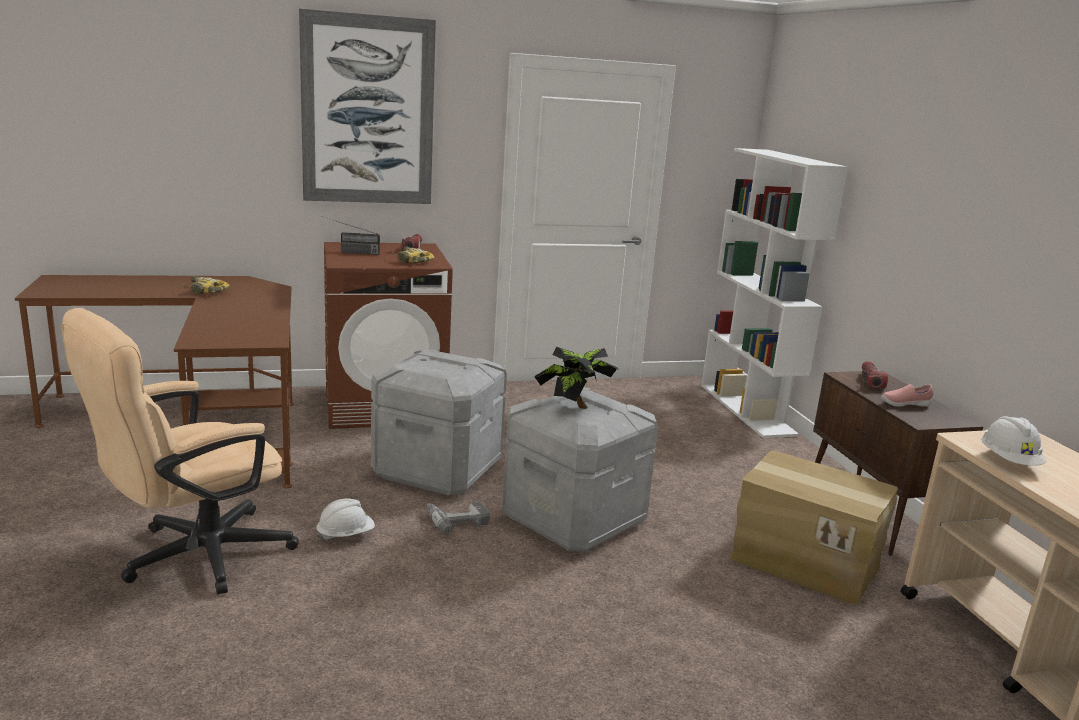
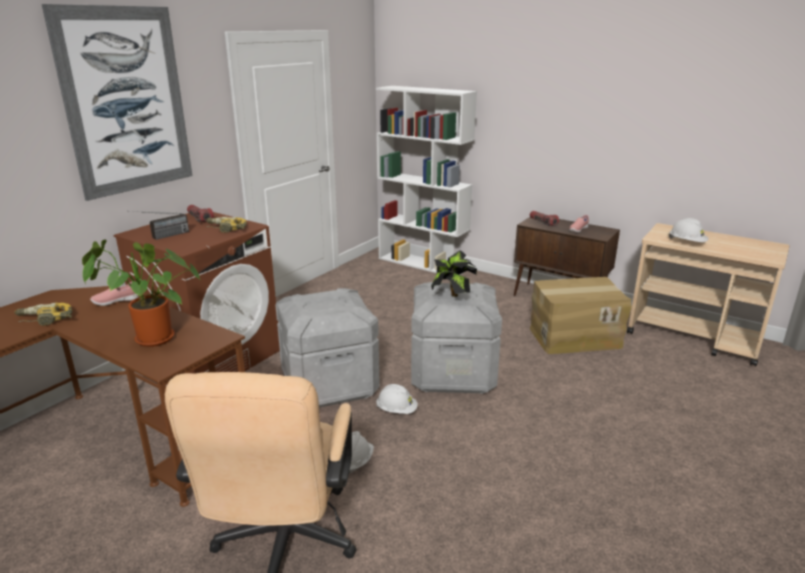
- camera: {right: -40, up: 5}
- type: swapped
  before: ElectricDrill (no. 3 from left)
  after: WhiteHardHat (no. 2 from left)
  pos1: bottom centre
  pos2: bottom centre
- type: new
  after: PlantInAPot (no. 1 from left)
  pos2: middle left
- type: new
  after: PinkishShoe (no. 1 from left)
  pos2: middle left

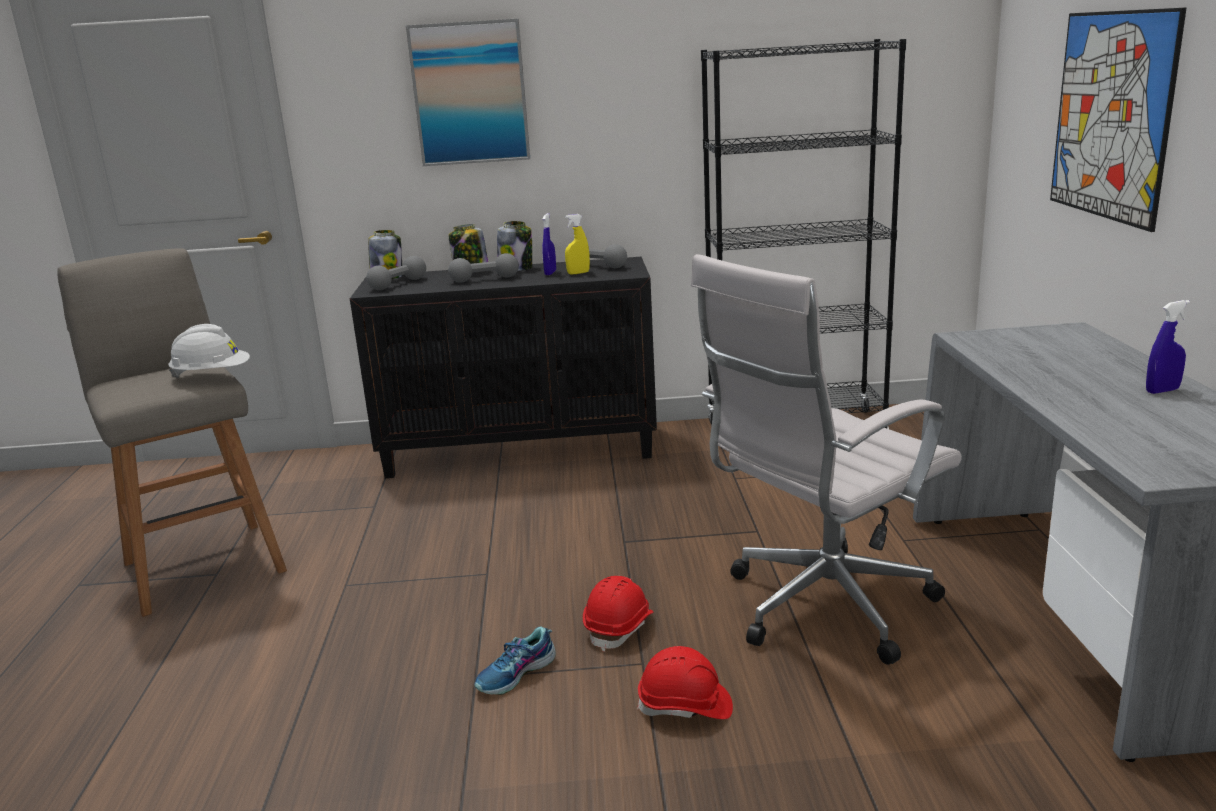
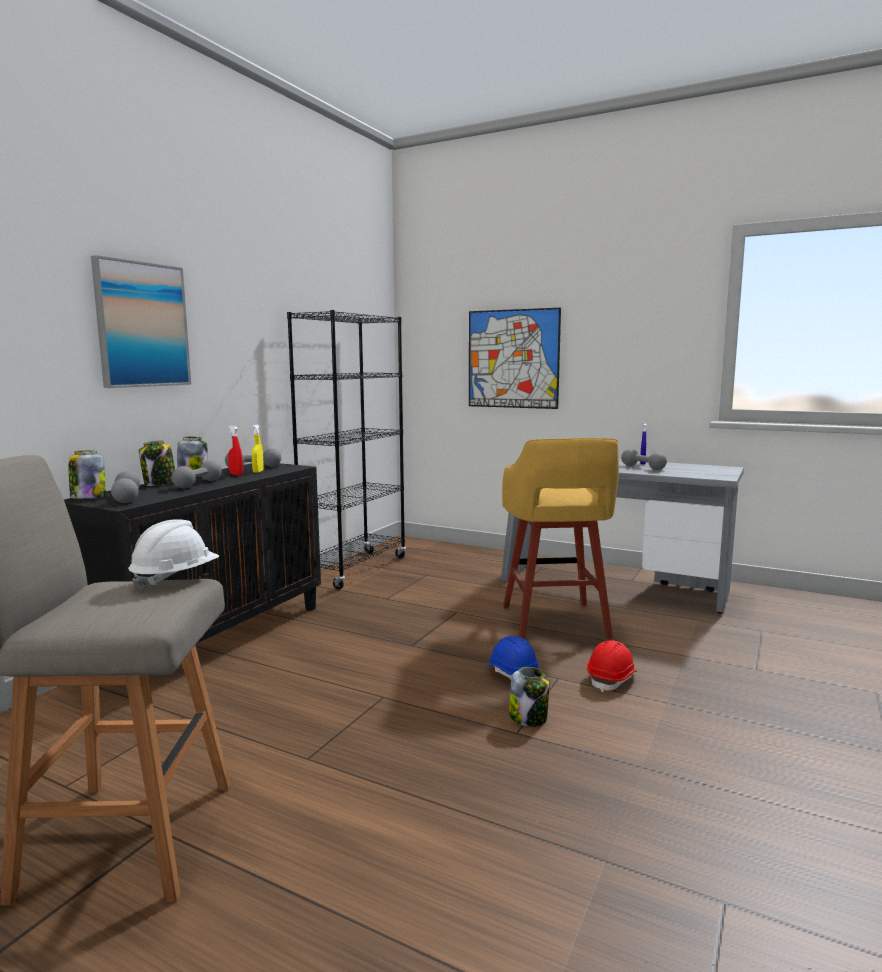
- camera: {right: -60, up: -10}
- type: repainted
  before: BluishSprayBottle (no. 1 from left)
  after: RedSprayBottle
  pos1: top centre
  pos2: middle left
- type: swapped
  before: WhiteOfficeChair
  after: YellowStool
  pos1: middle right
  pos2: centre
- type: repainted
  before: RedHardHat (no. 1 from left)
  after: BluishHardHat
  pos1: bottom centre
  pos2: bottom centre
- type: swapped
  before: Shoe
  after: StorageJar (no. 4 from left)
  pos1: bottom centre
  pos2: bottom centre
- type: new
  after: GrayDumbbell (no. 4 from left)
  pos2: middle right

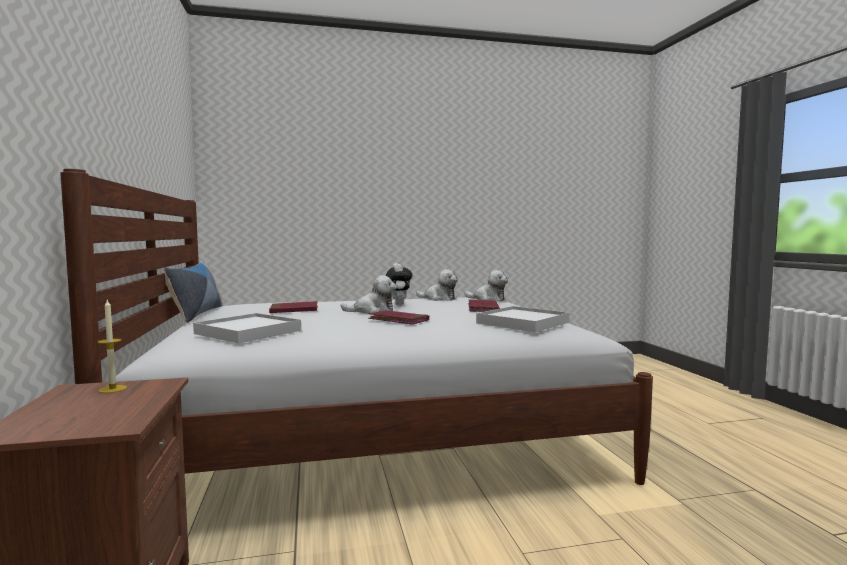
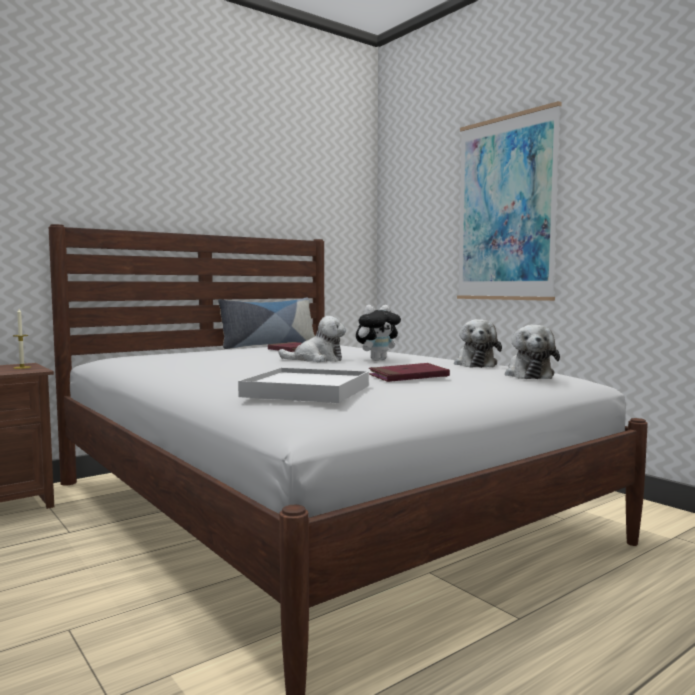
- camera: {right: 65, up: 0}
- type: rotated
  before: PlushToy (no. 1 from left)
  pos1: centre
  pos2: centre
  turn: -60
- type: gone
  before: RedVolume (no. 2 from left)
  pos1: centre
- type: gone
  before: WhiteCarryingTray (no. 1 from left)
  pos1: middle left
- type: new
  after: WallArt
  pos2: top right

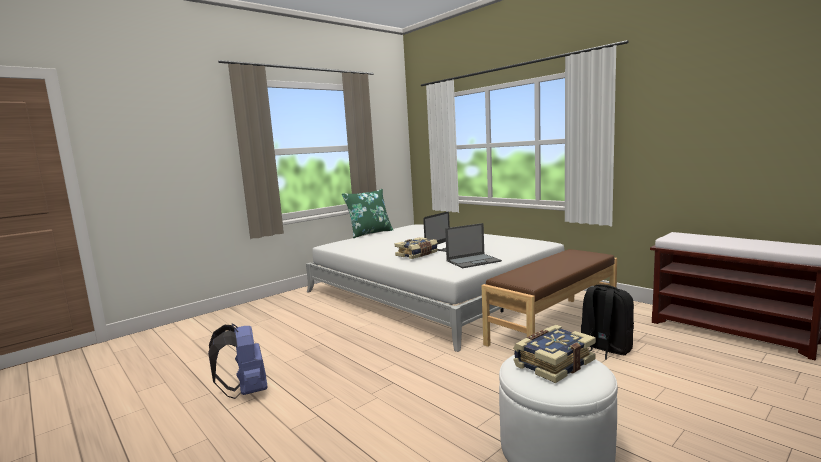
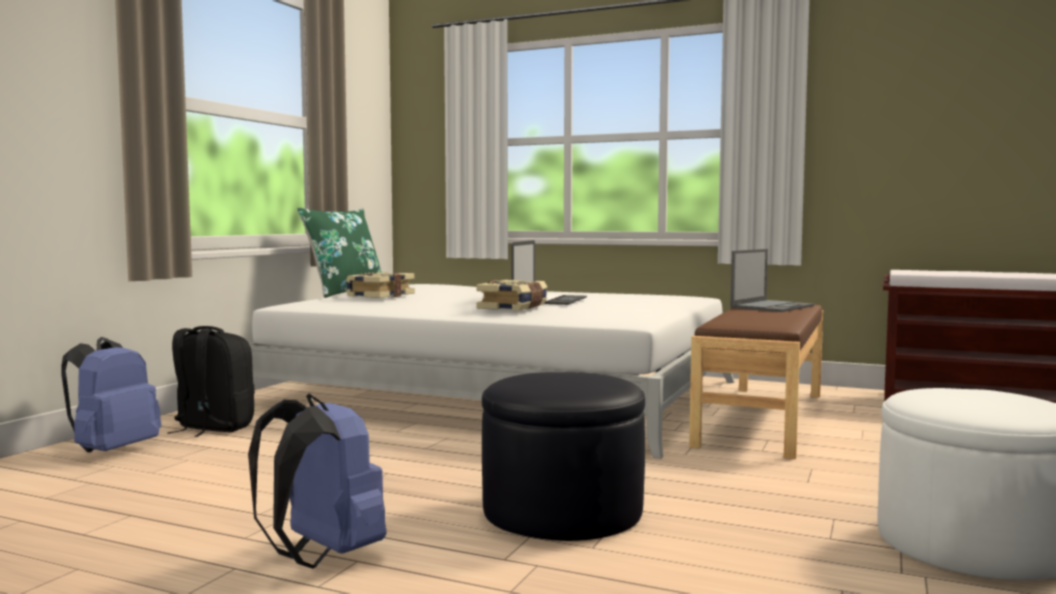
- camera: {right: -25, up: -5}
- type: shifted
  before: PortableComputer (no. 2 from left)
  pos1: centre
  pos2: middle right
- type: shifted
  before: BlackColouredRucksack
  pos1: bottom right
  pos2: middle left
- type: shifted
  before: Volume (no. 2 from left in the first image)
  after: Volume (no. 1 from left)
  pos1: bottom right
  pos2: centre
- type: new
  after: BluishRucksack (no. 1 from left)
  pos2: middle left
- type: new
  after: BlackColouredPouffe
  pos2: bottom centre

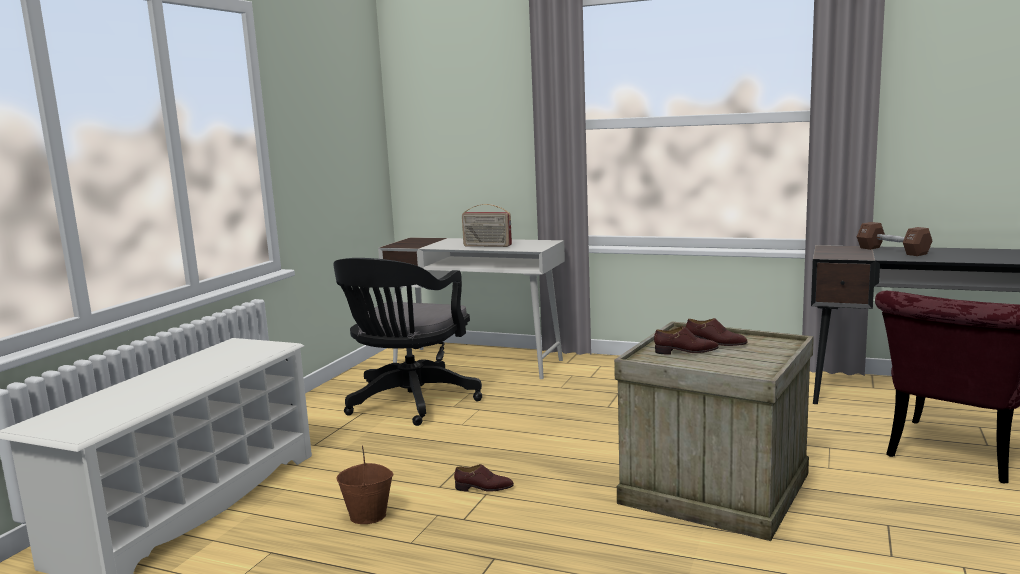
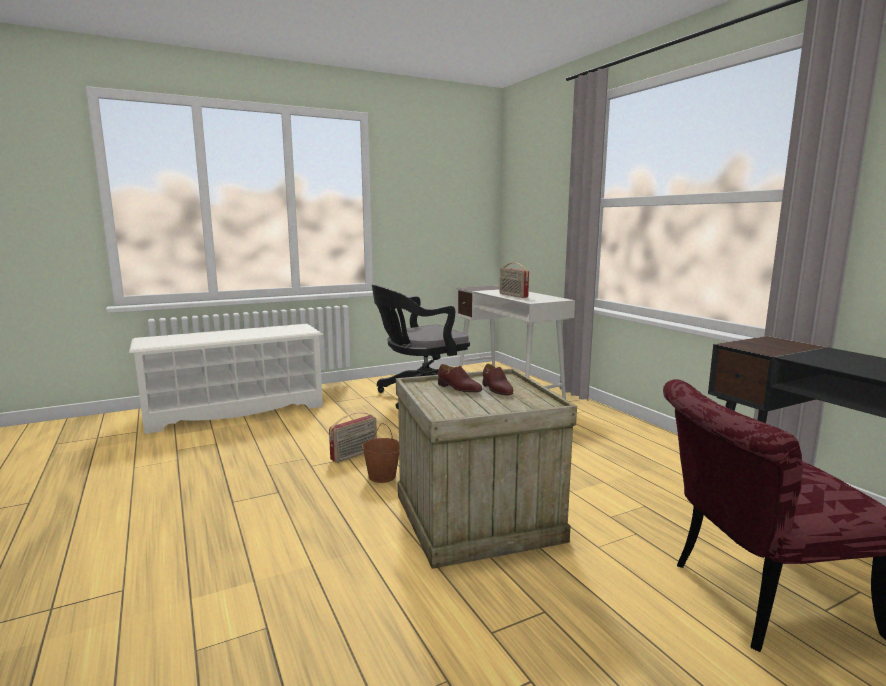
- camera: {right: 40, up: 0}
- type: gone
  before: BrownColouredDumbbell
  pos1: middle right
- type: shifted
  before: BrownColouredBucket
  pos1: bottom centre
  pos2: centre
- type: swapped
  before: BrownColouredShoe (no. 1 from left)
  after: RadioReceiver (no. 1 from left)
  pos1: bottom centre
  pos2: centre

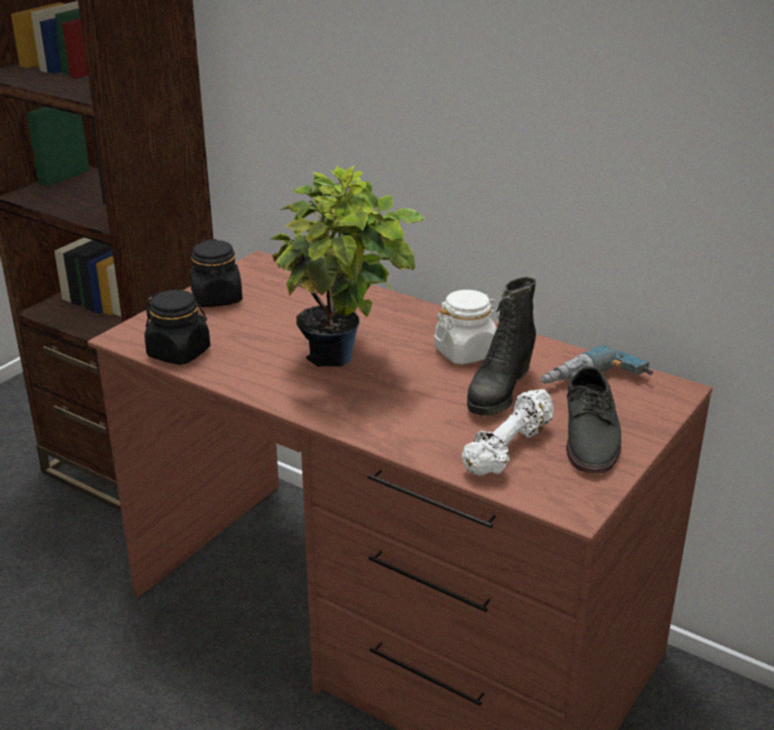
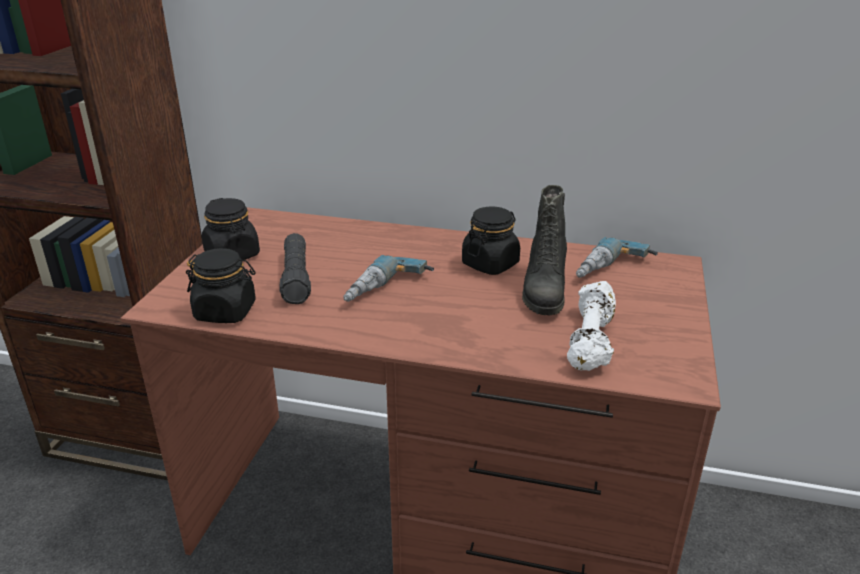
- camera: {right: -20, up: 0}
- type: swapped
  before: PlantInAPot
  after: ElectricDrill (no. 1 from left)
  pos1: centre
  pos2: centre
- type: repainted
  before: WhiteStorageJar
  after: BlackColouredStorageJar (no. 3 from left)
  pos1: centre
  pos2: centre
- type: gone
  before: GrayShoe
  pos1: middle right
- type: new
  after: BlackColouredFlashlight
  pos2: centre

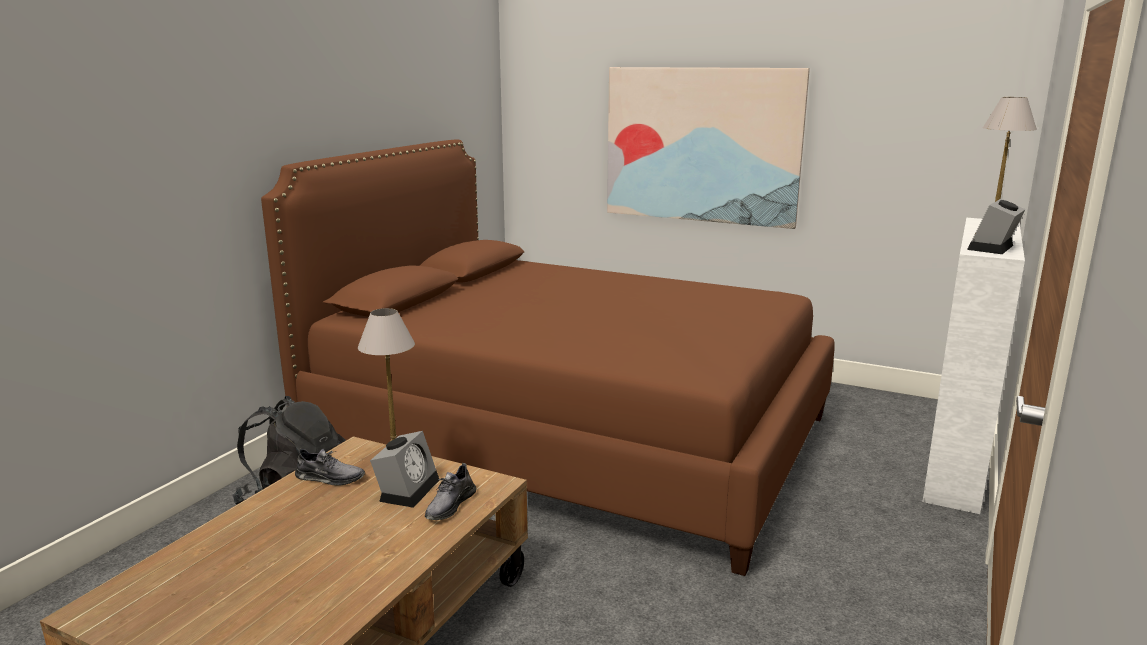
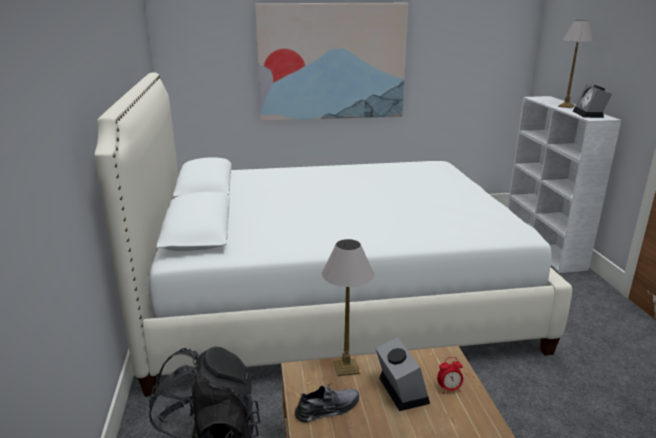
- camera: {right: -35, up: 5}
- type: repainted
  before: BrownColouredBedroomBed
  after: WhiteBedroomBed
  pos1: centre
  pos2: centre
- type: swapped
  before: GrayShoe (no. 2 from left)
  after: BedsideClock (no. 2 from left)
  pos1: bottom centre
  pos2: bottom right

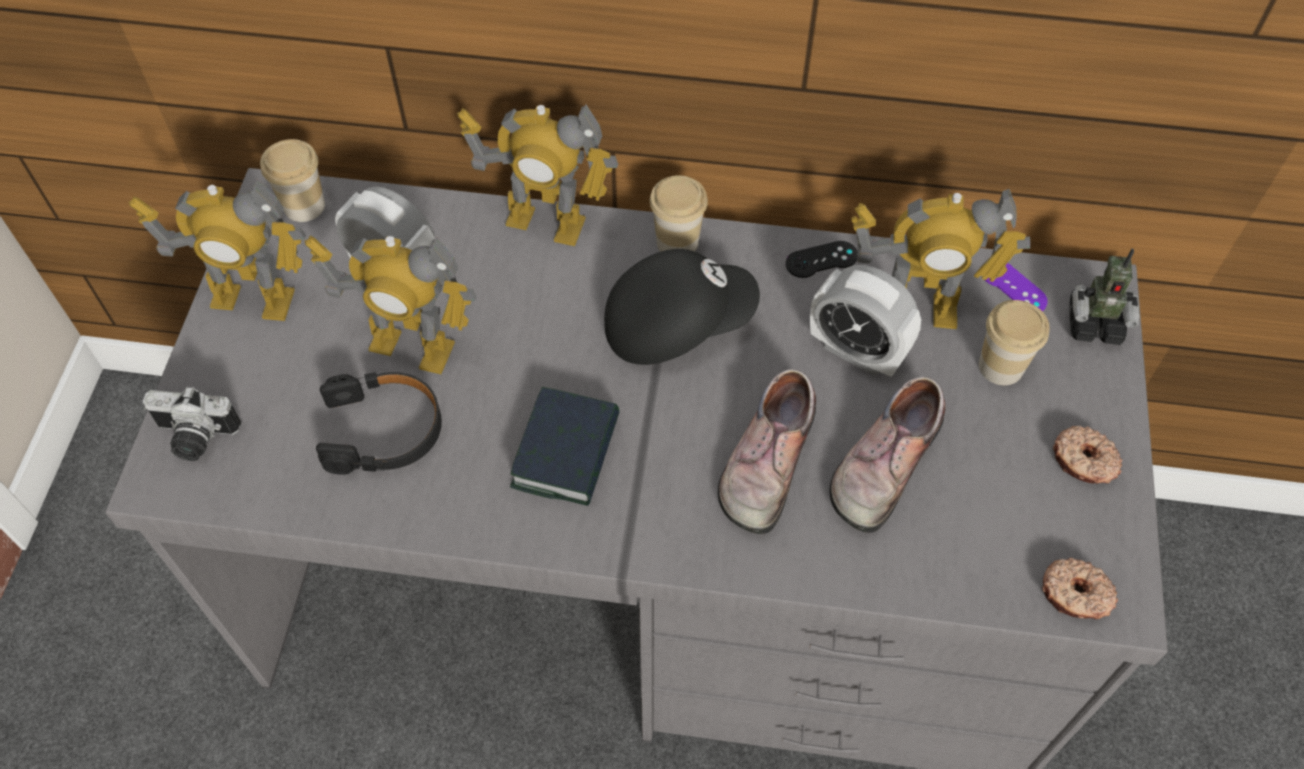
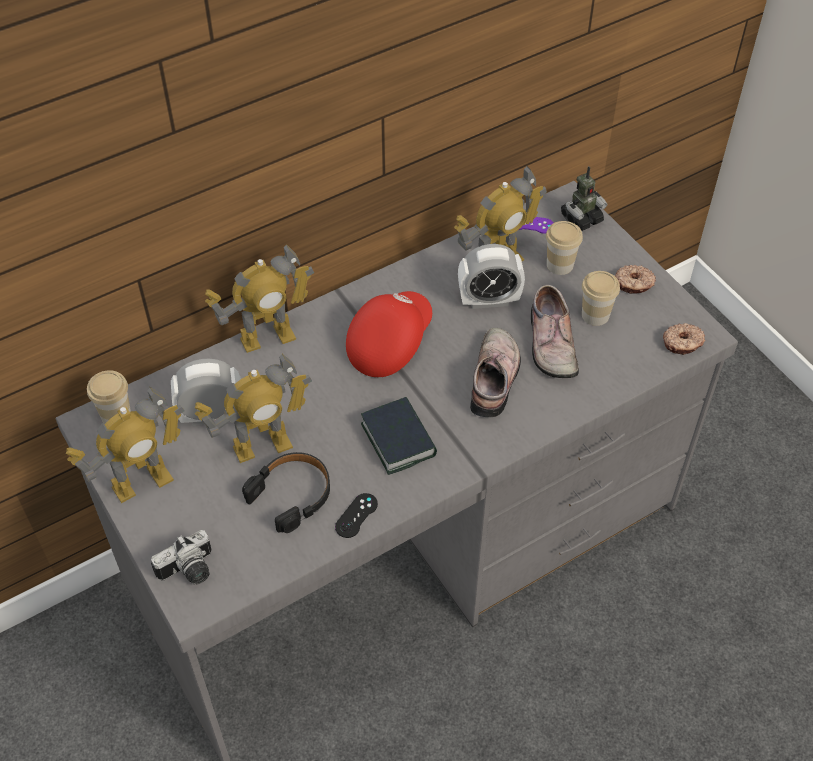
- camera: {right: -40, up: -5}
- type: shifted
  before: Cup (no. 2 from left in the first image)
  after: Cup (no. 3 from left)
  pos1: top centre
  pos2: middle right
- type: shifted
  before: BlackColouredGameController
  pos1: centre
  pos2: bottom centre
- type: repainted
  before: BlackColouredBaseballCap
  after: RedBaseballCap
  pos1: centre
  pos2: centre
- type: rotated
  before: Shoe (no. 1 from left)
  pos1: centre
  pos2: centre
  turn: -150

